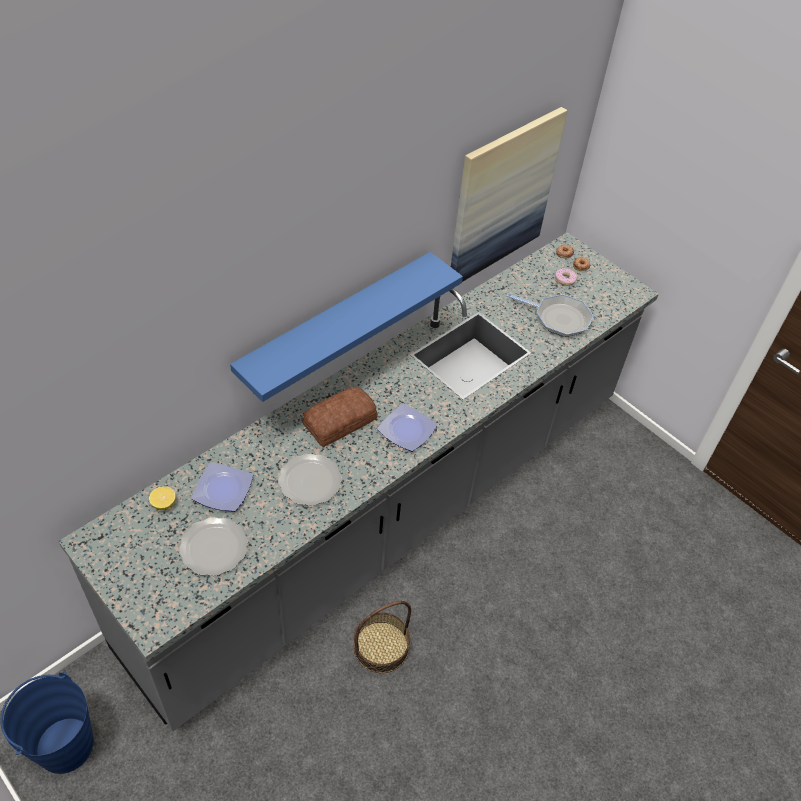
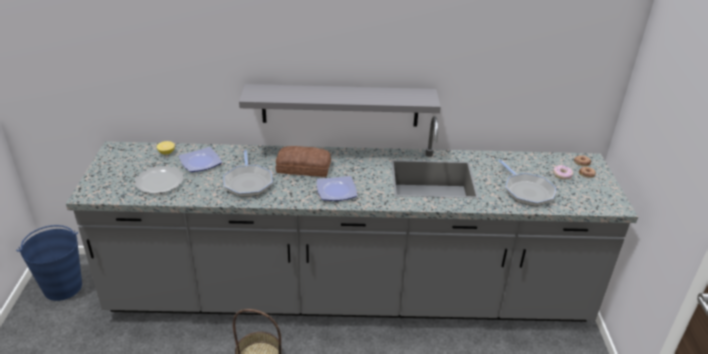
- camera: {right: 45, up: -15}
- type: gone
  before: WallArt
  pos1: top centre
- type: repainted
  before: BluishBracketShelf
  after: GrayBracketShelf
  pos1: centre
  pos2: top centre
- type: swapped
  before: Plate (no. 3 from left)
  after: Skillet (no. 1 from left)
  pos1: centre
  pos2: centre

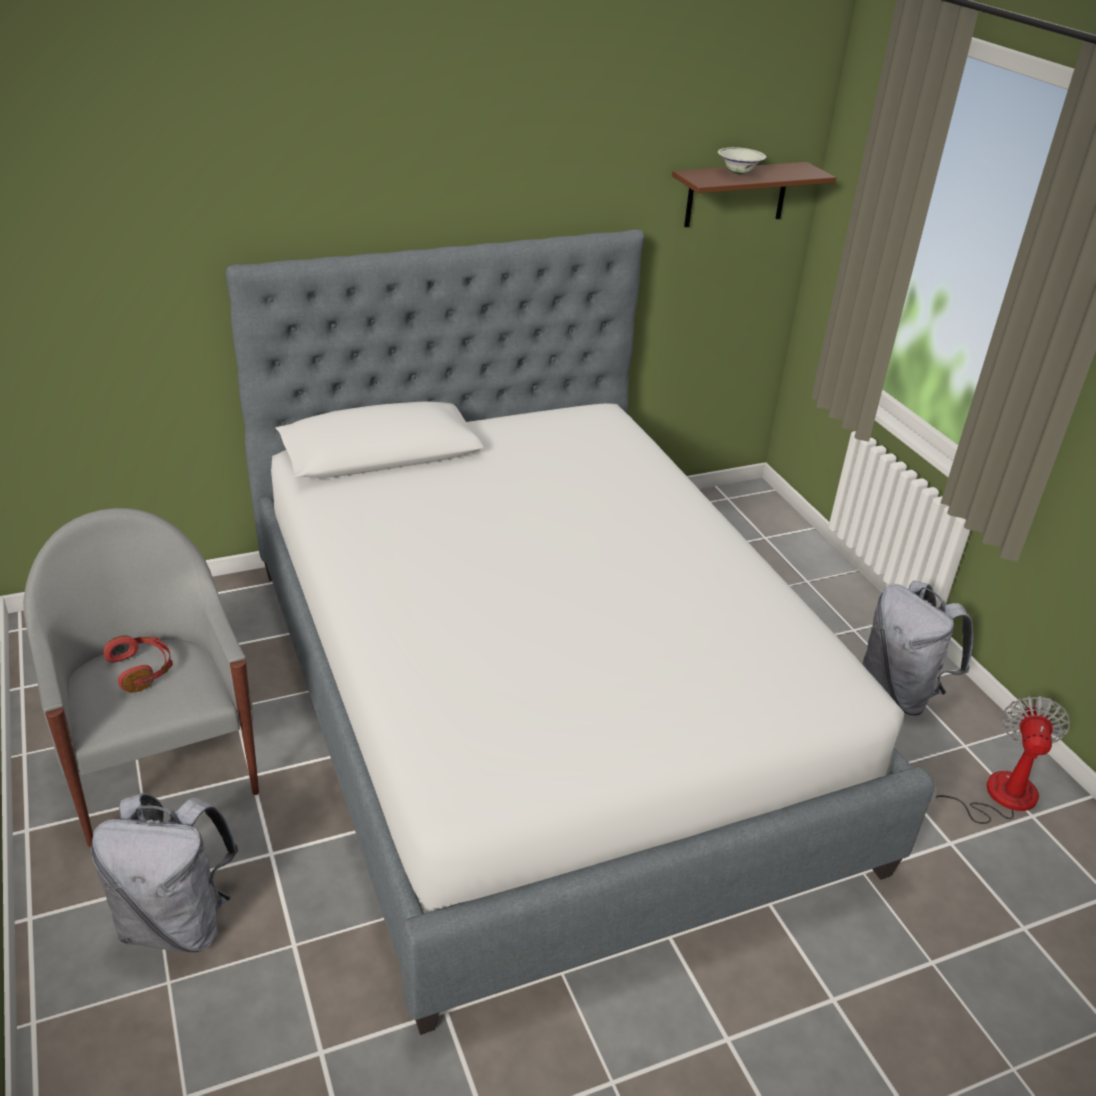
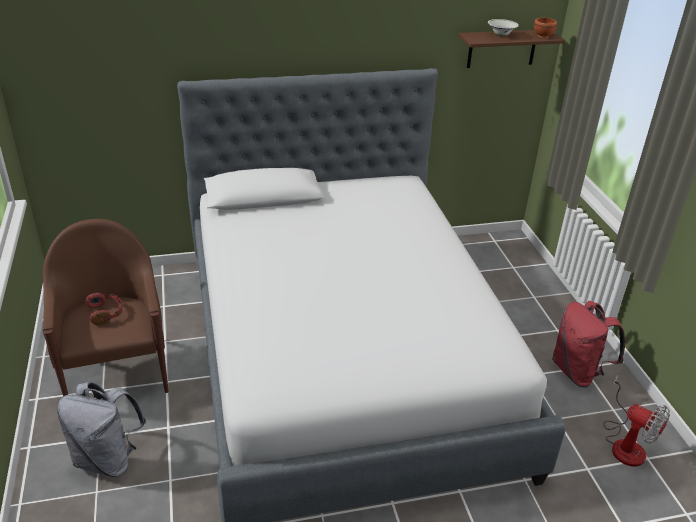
- camera: {right: 10, up: 0}
- type: repainted
  before: GrayEasyChair
  after: BrownColouredEasyChair
  pos1: middle left
  pos2: middle left
- type: repainted
  before: GrayRucksack (no. 2 from left)
  after: RedRucksack
  pos1: middle right
  pos2: middle right
- type: rotated
  before: ElectricFan
  pos1: bottom right
  pos2: bottom right
  turn: 105
- type: new
  after: BrownColouredDeepDish
  pos2: top right

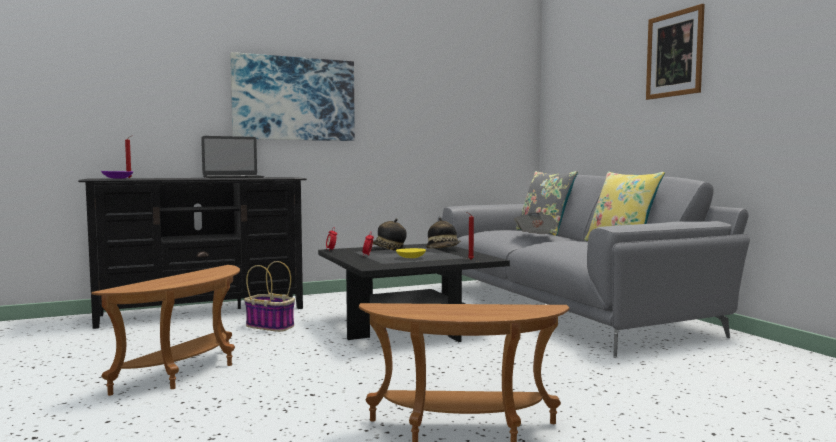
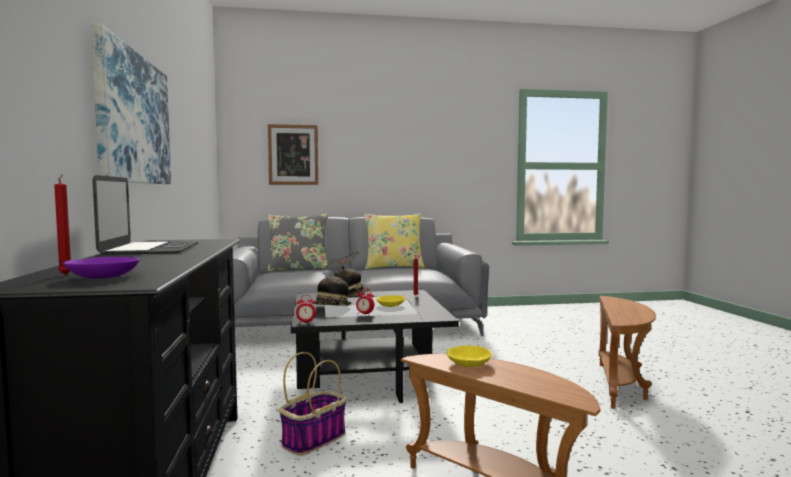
- camera: {right: -75, up: 0}
- type: shifted
  before: WallArt (no. 2 from left)
  pos1: top right
  pos2: top centre
- type: new
  after: YellowDeepDish (no. 2 from left)
  pos2: bottom centre

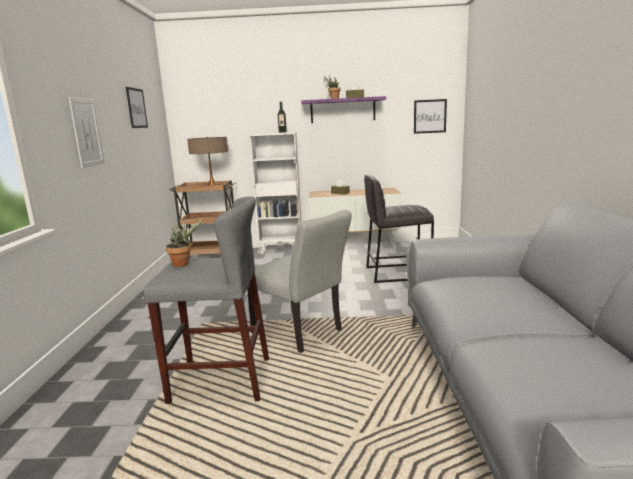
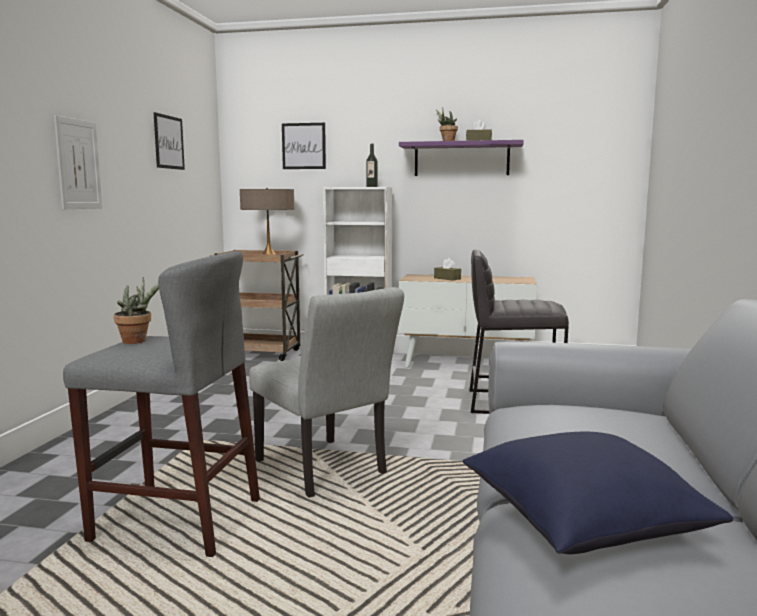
- camera: {right: 10, up: -5}
- type: shifted
  before: WallArt (no. 3 from left)
  pos1: top right
  pos2: top centre
- type: new
  after: BluishPillow
  pos2: bottom right

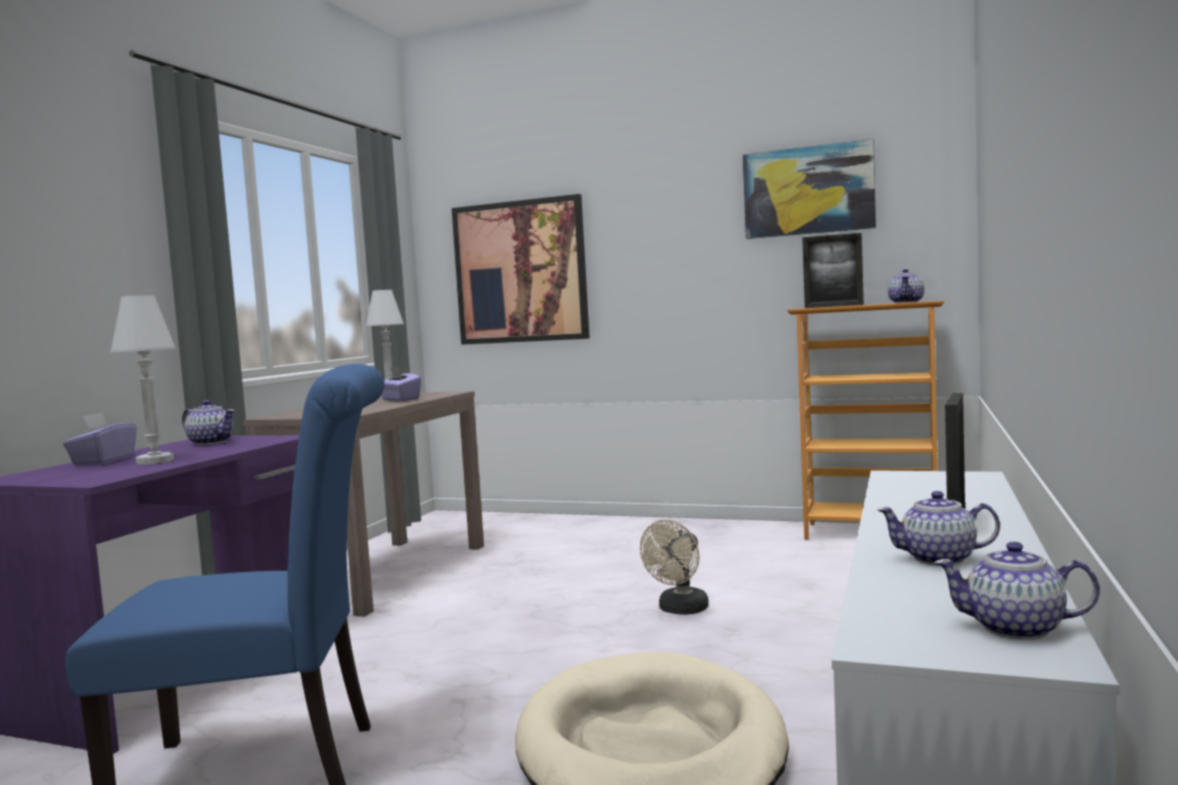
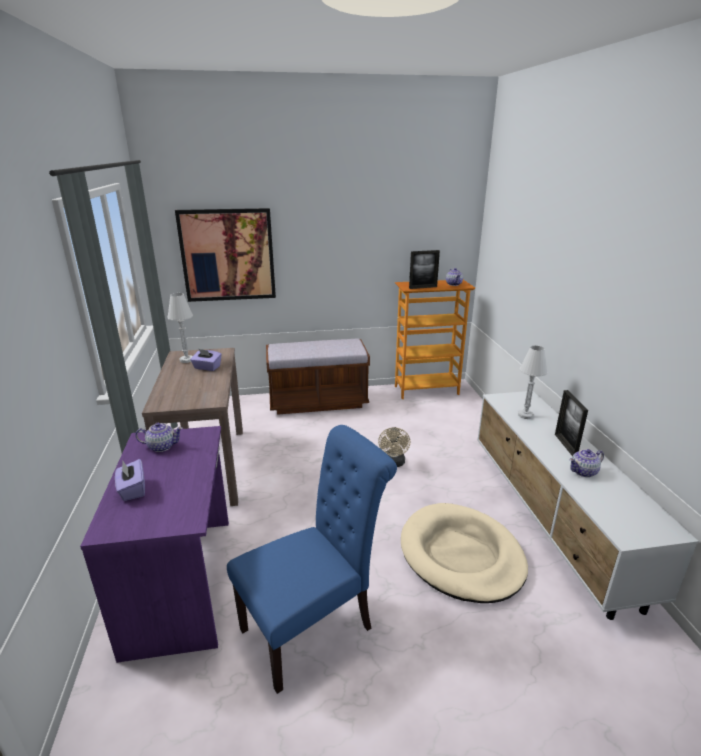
- camera: {right: -30, up: 20}
- type: gone
  before: WallArt (no. 2 from left)
  pos1: top right
- type: shifted
  before: WhiteTabletopLamp (no. 1 from left in the first image)
  after: WhiteTabletopLamp (no. 2 from left)
  pos1: middle left
  pos2: middle right
- type: gone
  before: Teapot (no. 4 from left)
  pos1: bottom right
- type: new
  after: BrownColouredIndoorBench
  pos2: centre

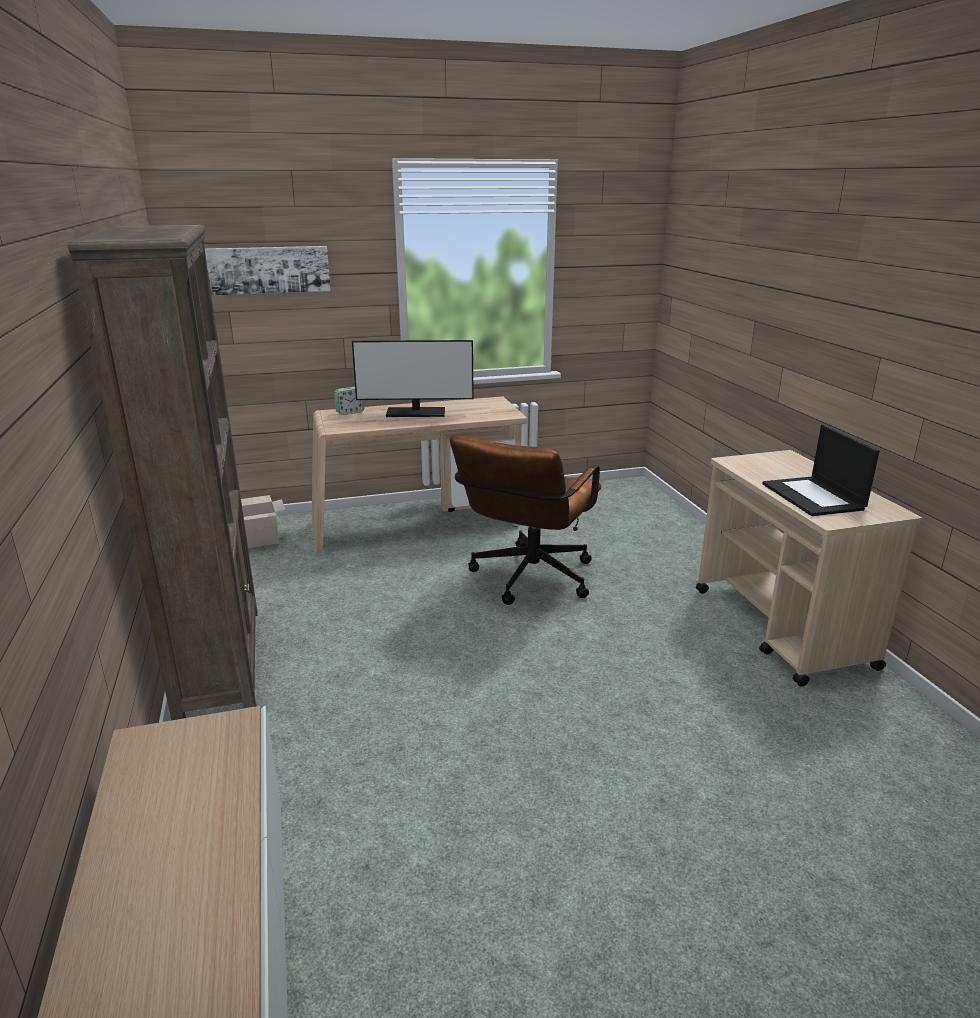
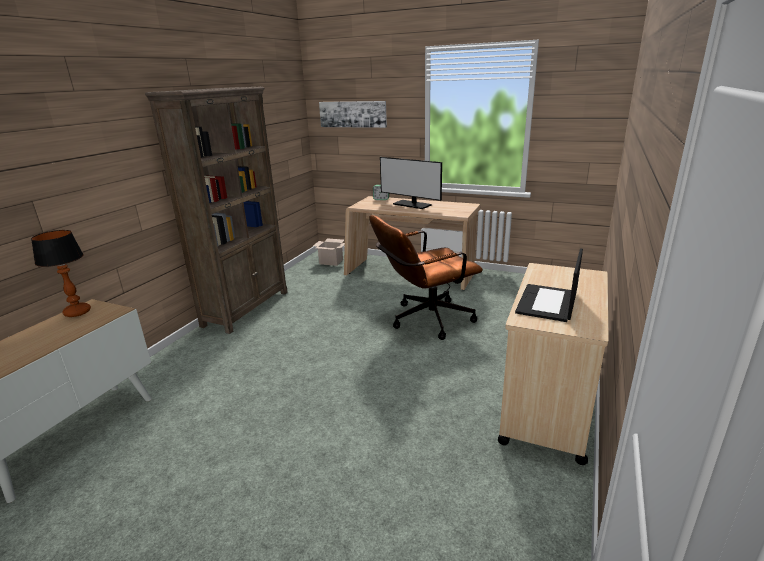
- camera: {right: 40, up: 0}
- type: new
  after: TabletopLamp
  pos2: middle left

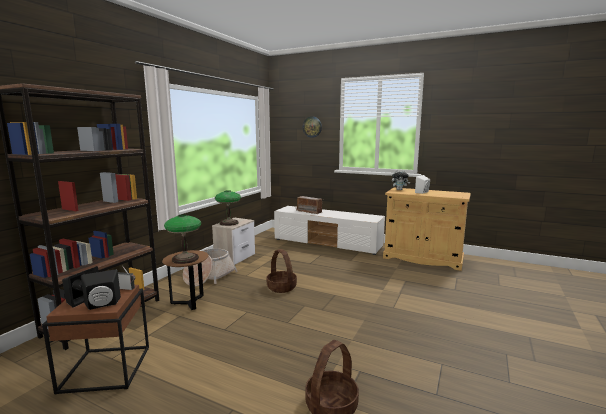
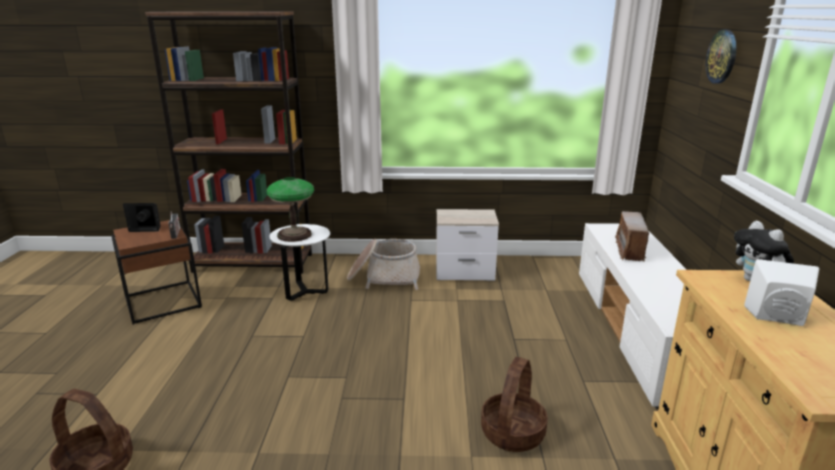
- camera: {right: 65, up: 10}
- type: gone
  before: TabletopLamp (no. 2 from left)
  pos1: centre
- type: shifted
  before: Basket (no. 2 from left in the first image)
  after: Basket (no. 3 from left)
  pos1: centre
  pos2: bottom centre
- type: repainted
  before: BrownColouredAccentTable (no. 2 from left)
  after: WhiteAccentTable
  pos1: bottom left
  pos2: centre
- type: gone
  before: BlackColouredAudioSpeaker (no. 2 from left)
  pos1: bottom left

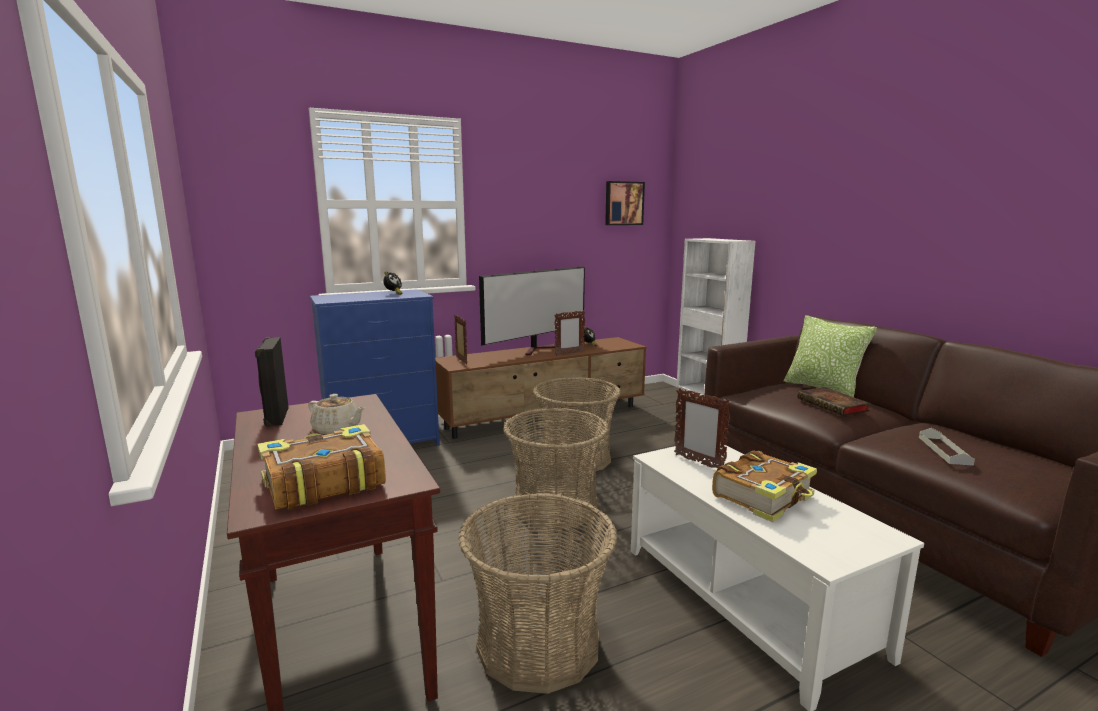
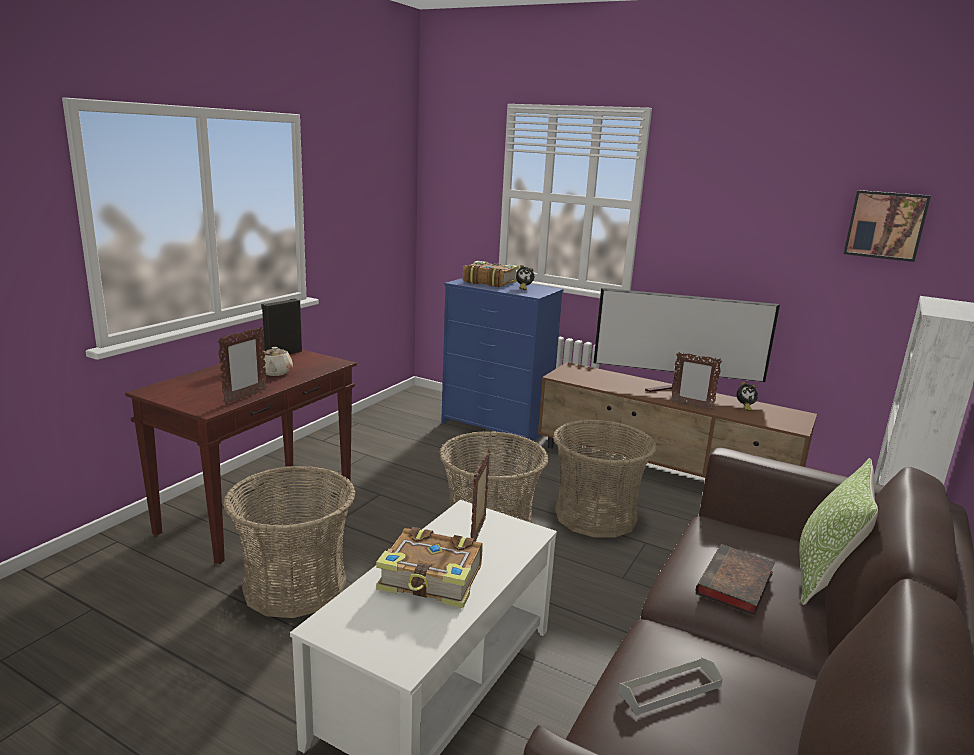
- camera: {right: 55, up: 5}
- type: shifted
  before: PhotoFrame (no. 1 from left)
  pos1: centre
  pos2: middle left
- type: shifted
  before: Volume (no. 1 from left in the first image)
  after: Volume (no. 2 from left)
  pos1: middle left
  pos2: centre

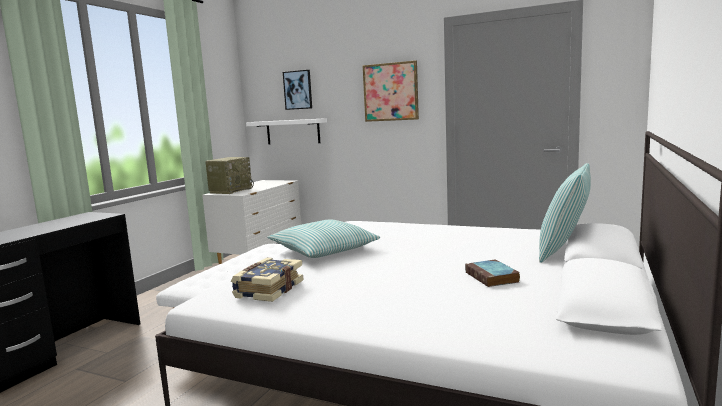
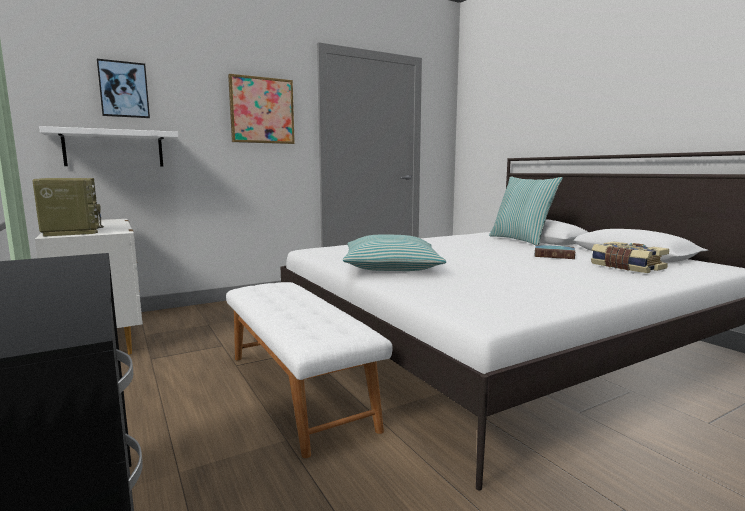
- camera: {right: -55, up: 0}
- type: shifted
  before: Volume (no. 1 from left in the first image)
  after: Volume (no. 2 from left)
  pos1: bottom centre
  pos2: middle right

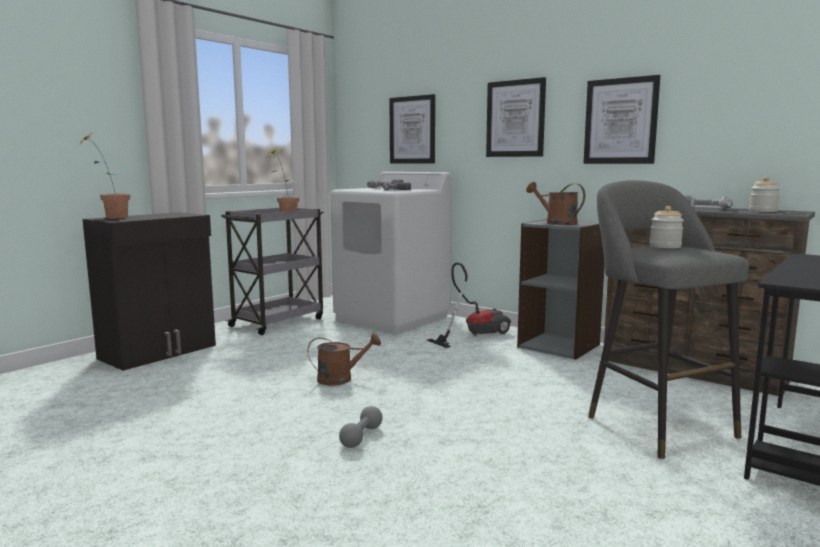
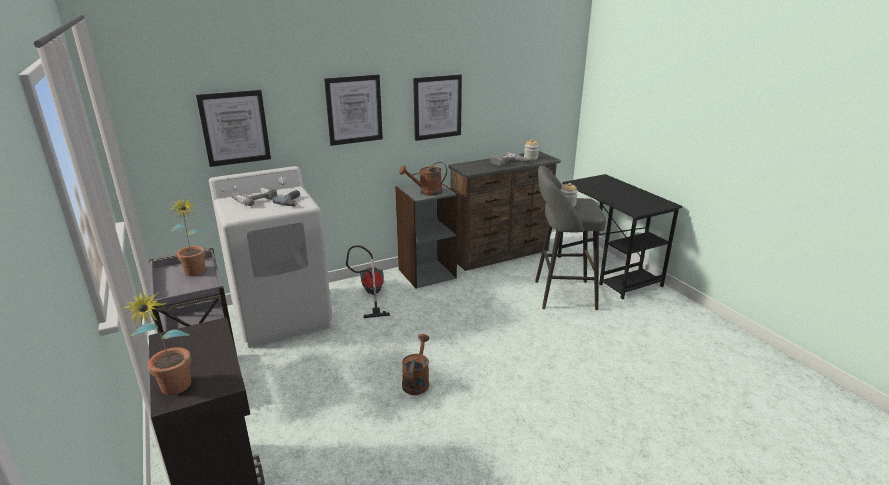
- camera: {right: -65, up: 15}
- type: gone
  before: GrayDumbbell
  pos1: bottom centre

